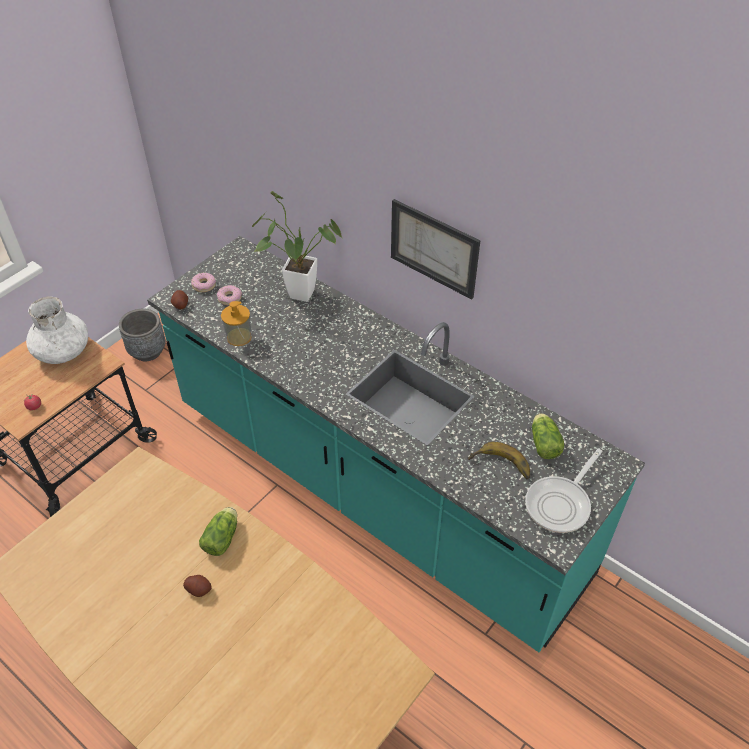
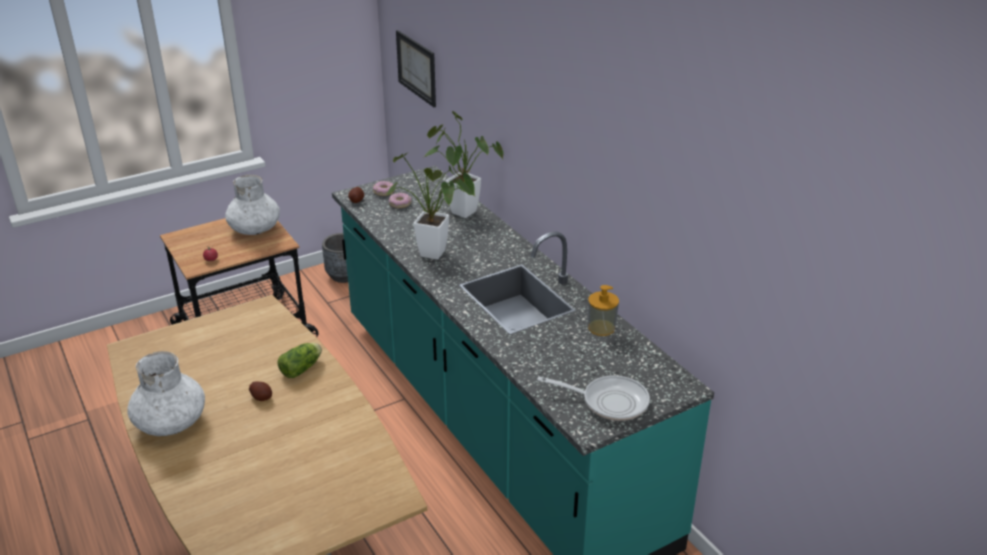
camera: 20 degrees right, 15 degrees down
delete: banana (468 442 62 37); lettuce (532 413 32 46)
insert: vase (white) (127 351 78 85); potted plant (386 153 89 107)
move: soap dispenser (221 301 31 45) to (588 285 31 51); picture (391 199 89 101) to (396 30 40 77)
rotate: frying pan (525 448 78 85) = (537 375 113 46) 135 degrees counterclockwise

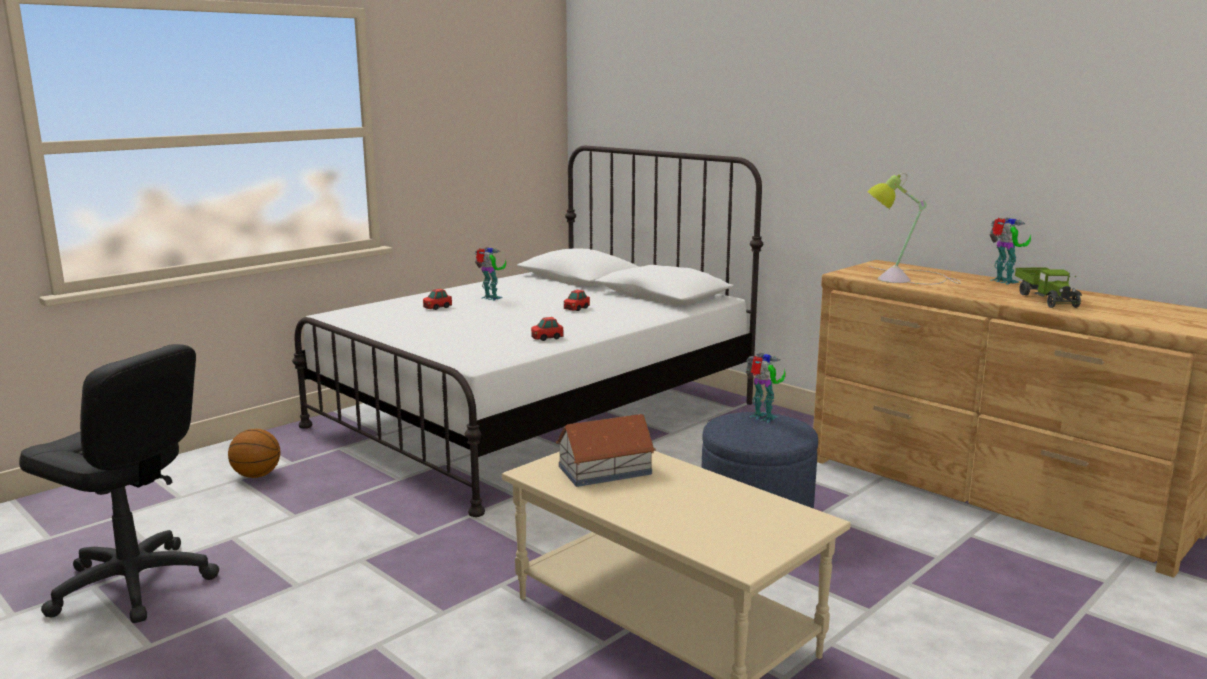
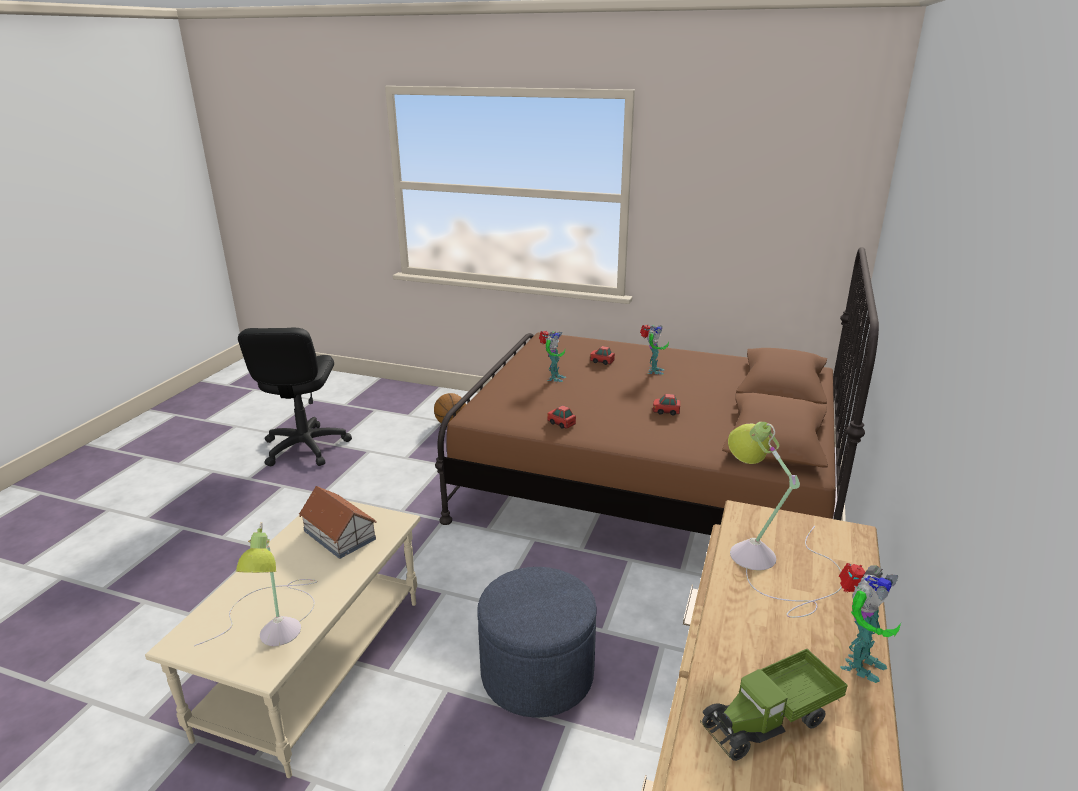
camera: 65 degrees right, 10 degrees up
insert: table lamp (194 522 124 124)
move: toy robot (746 353 39 70) to (539 330 27 52)
recolor: bed (white) (292 146 471 371) to bed (brown) (435 247 444 288)

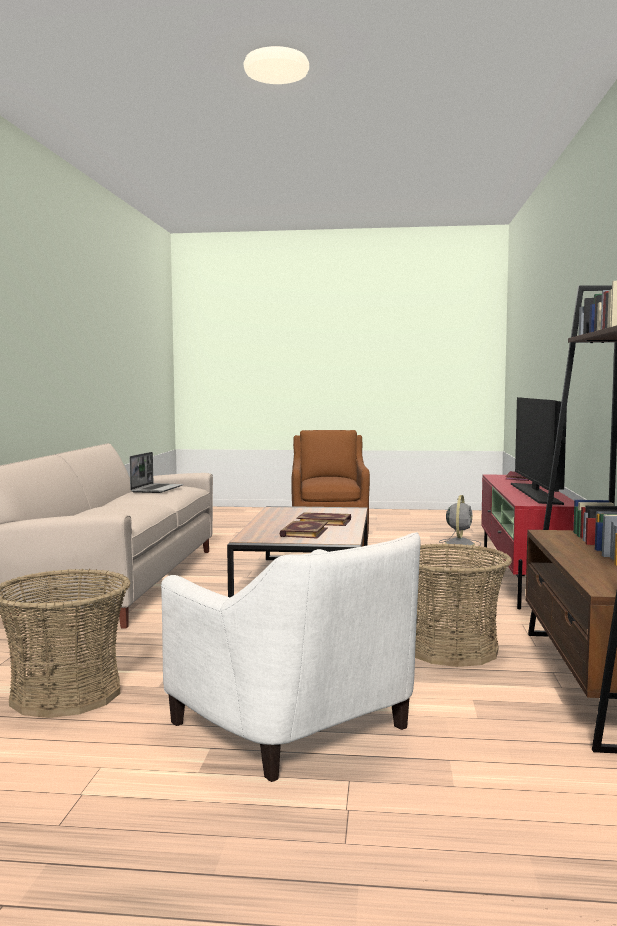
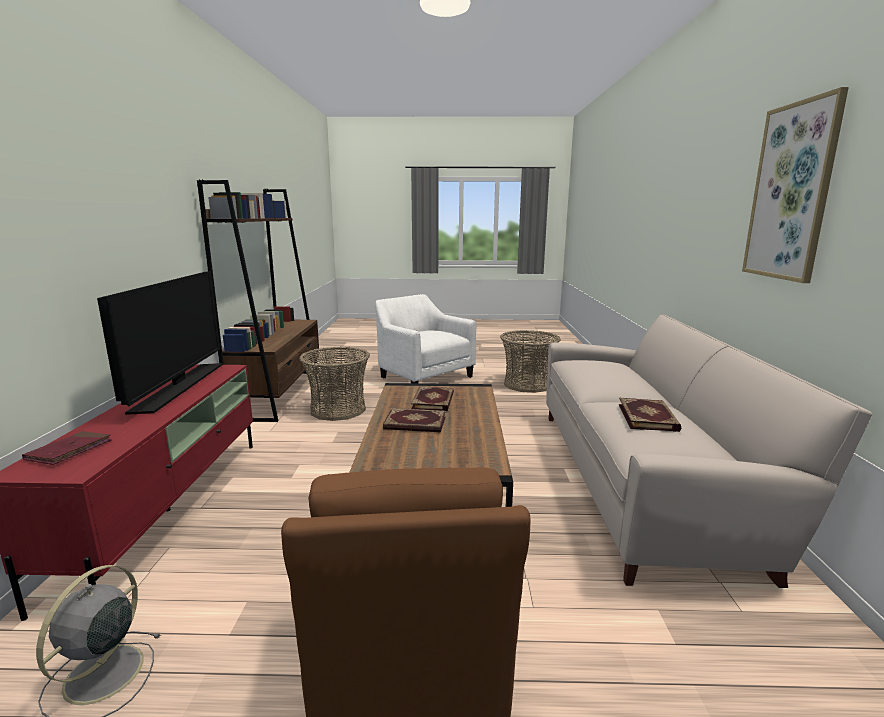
camera: 175 degrees right, 10 degrees up
insert: picture (742 87 107 196)
replace: laptop (130 452 53 41) to book (619 398 63 34)

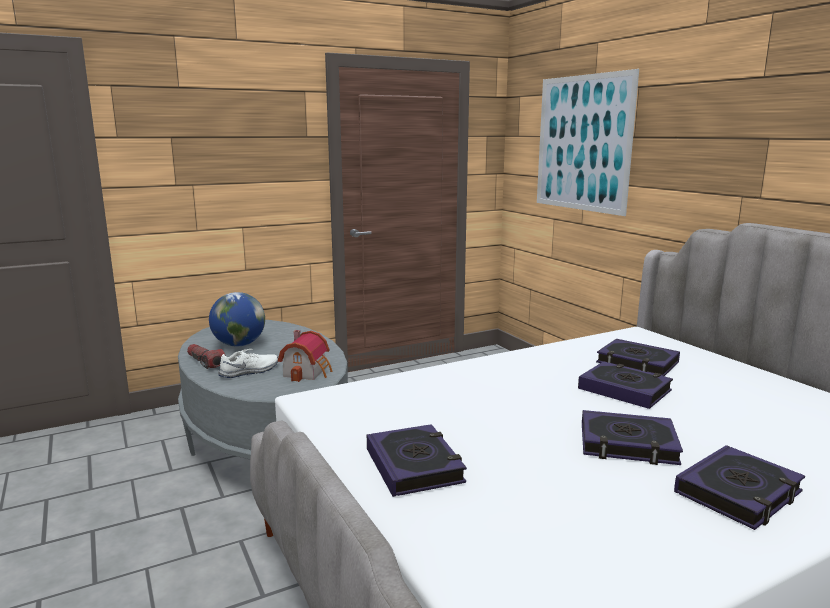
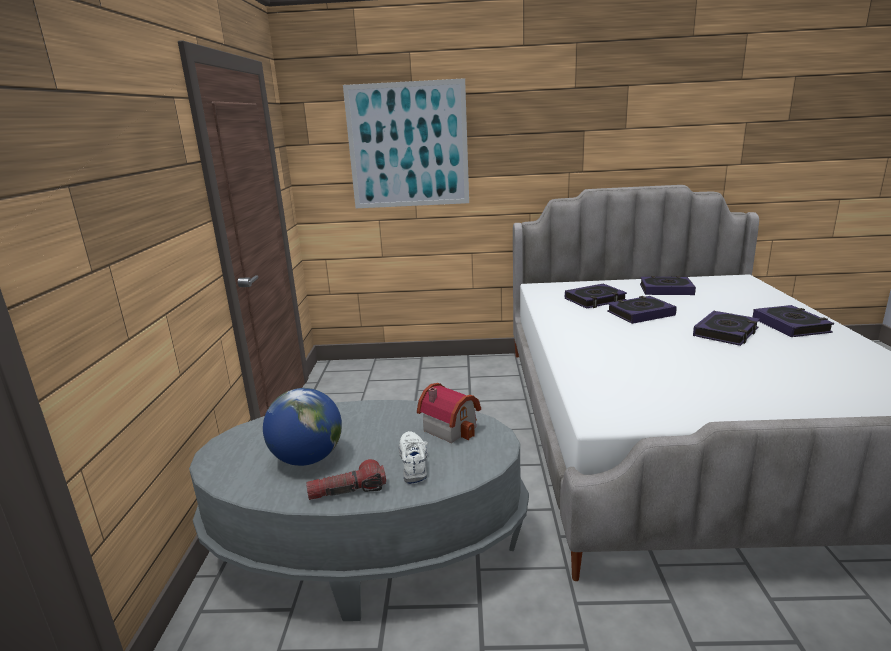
camera: 60 degrees left, 5 degrees up
move: book (367 424 100 73) to (640 276 56 19)

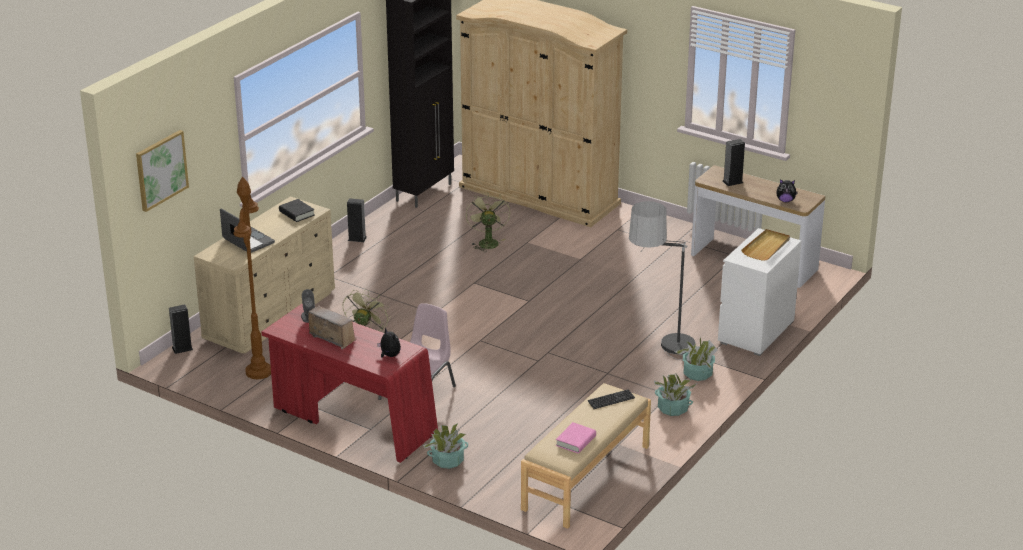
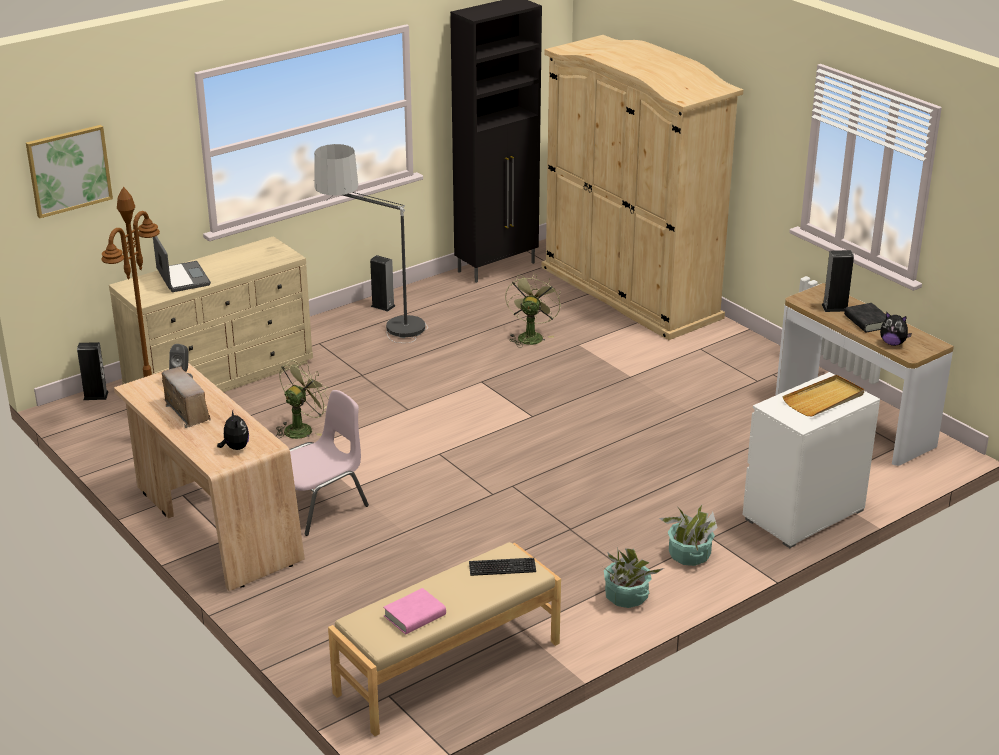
camera: 20 degrees right, 0 degrees up
delete: potted plant (423 423 45 46)
move: book (black) (279 199 36 23) to (844 303 42 29); floor lamp (629 201 66 159) to (313 144 115 199)
recolor: desk (red) (261 304 177 159) to desk (beige) (114 363 191 228)

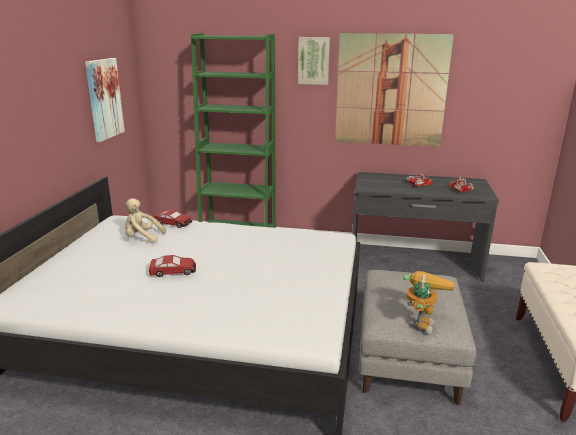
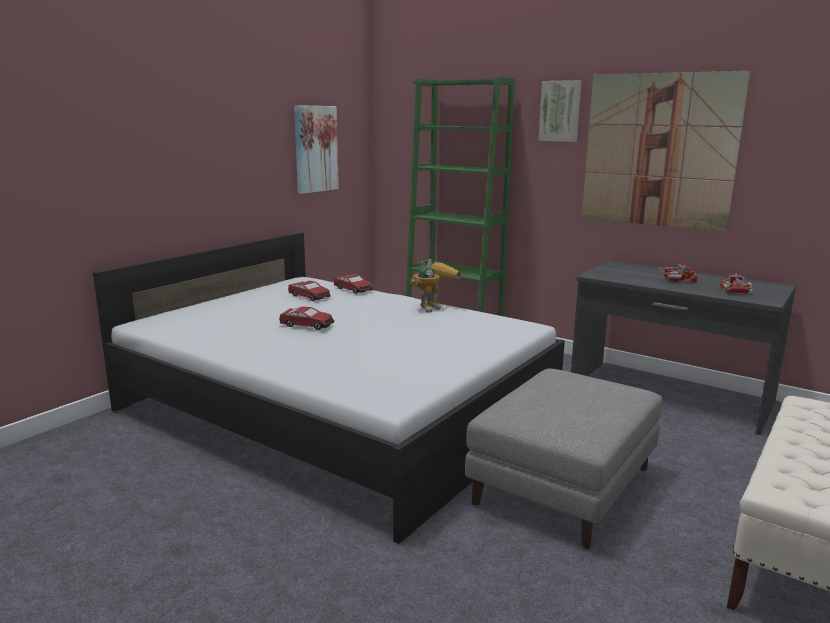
camera: 25 degrees right, 5 degrees down
move: toy robot (403 271 52 63) to (410 259 52 54)
replace: plush toy (beige) (125 198 41 45) to toy car (288 281 42 20)

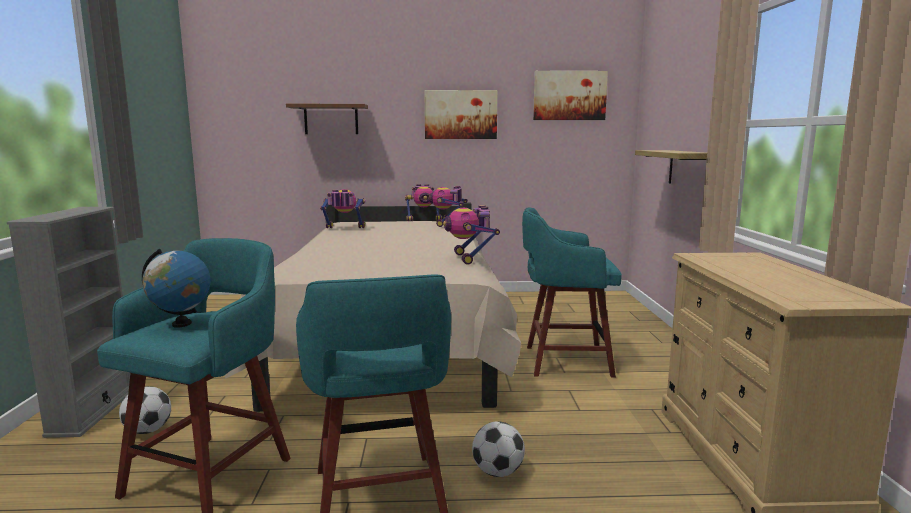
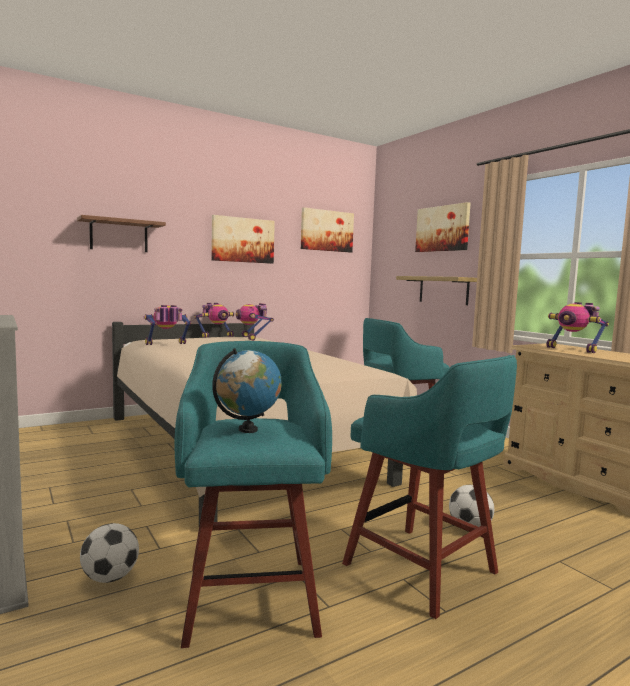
camera: 30 degrees left, 5 degrees down
insert: picture (415 202 56 50)
move: toy robot (443 205 57 60) to (547 302 62 51)

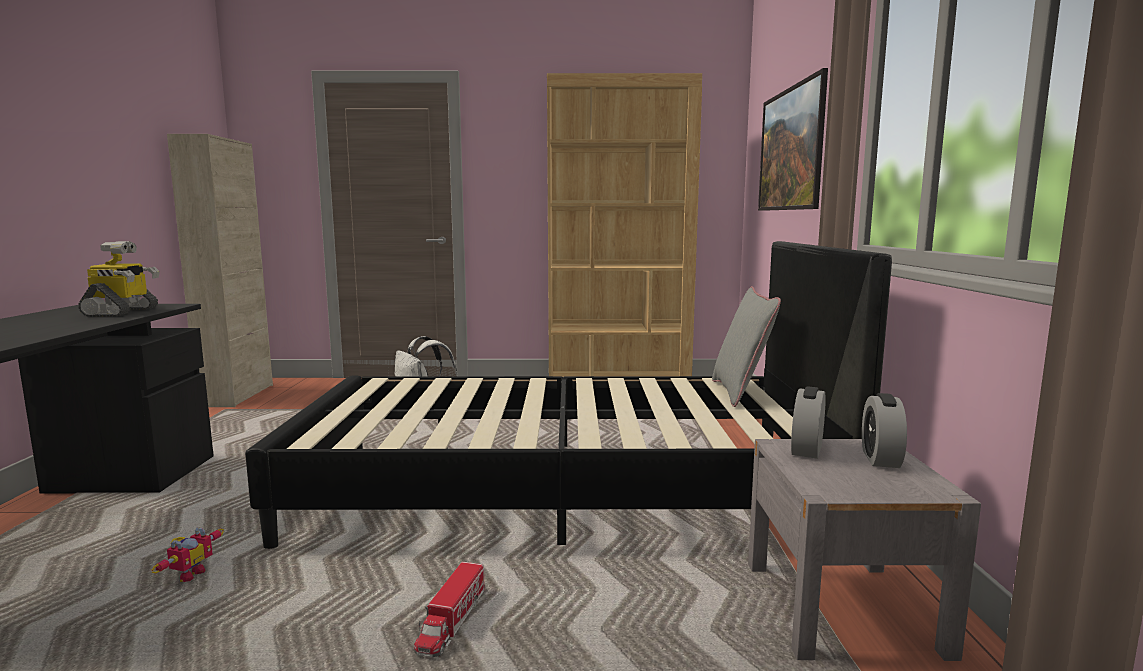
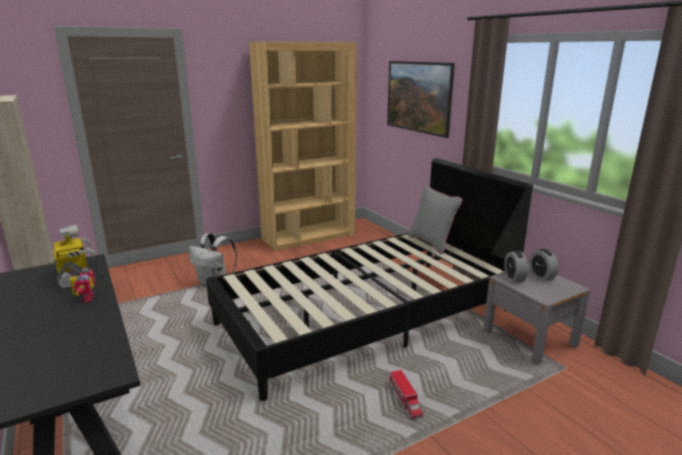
camera: 30 degrees left, 10 degrees up
move: toy robot (152 528 72 54) to (69 268 27 34)

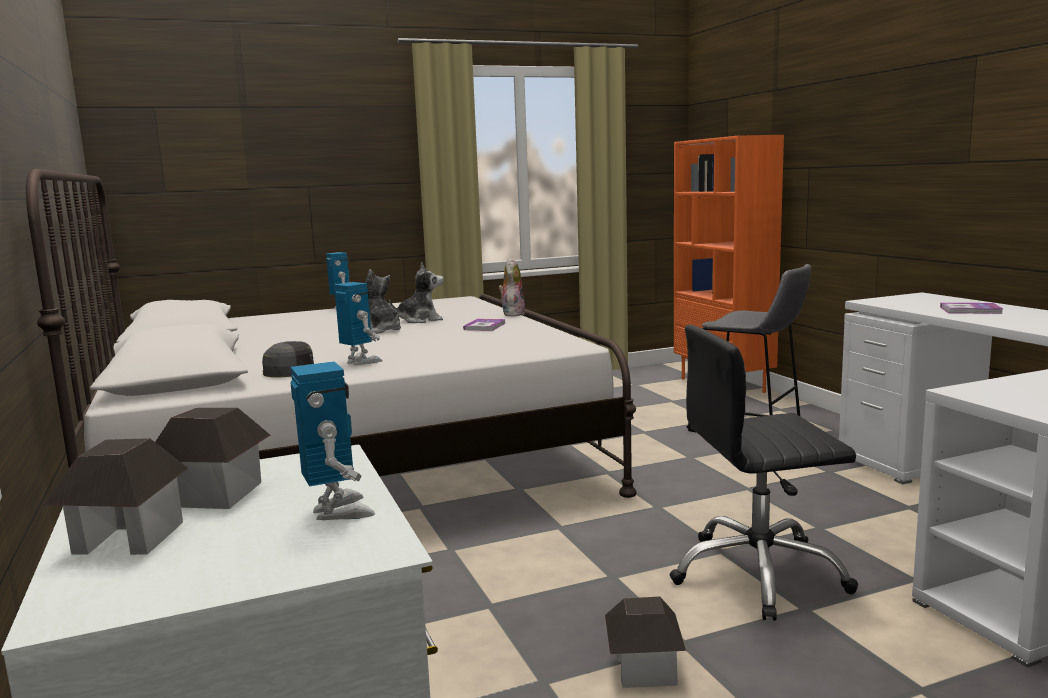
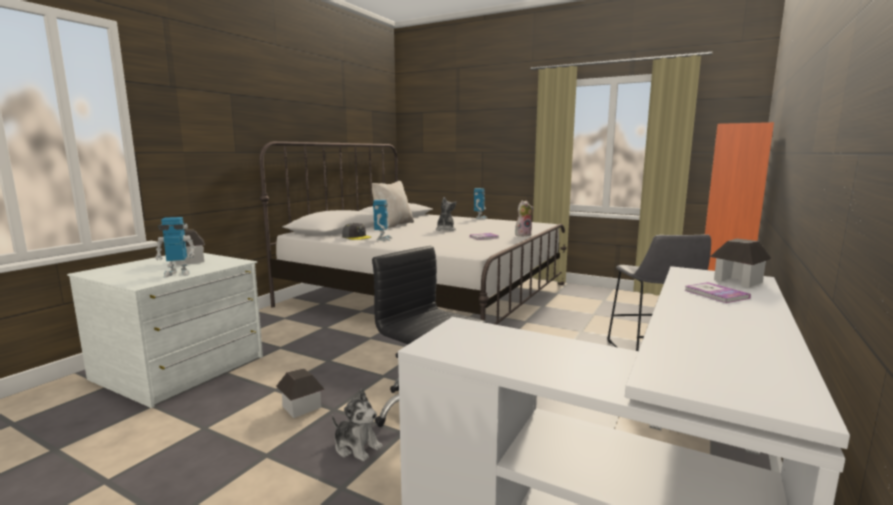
camera: 50 degrees right, 0 degrees up
insert: pillow (beige) (372 181 42 47)
move: toy house (43 438 145 117) to (710 239 62 49); plush toy (389 262 55 61) to (332 389 51 73)
rotate: toy robot (291 361 84 159) = (155 217 40 60) 45 degrees clockwise

